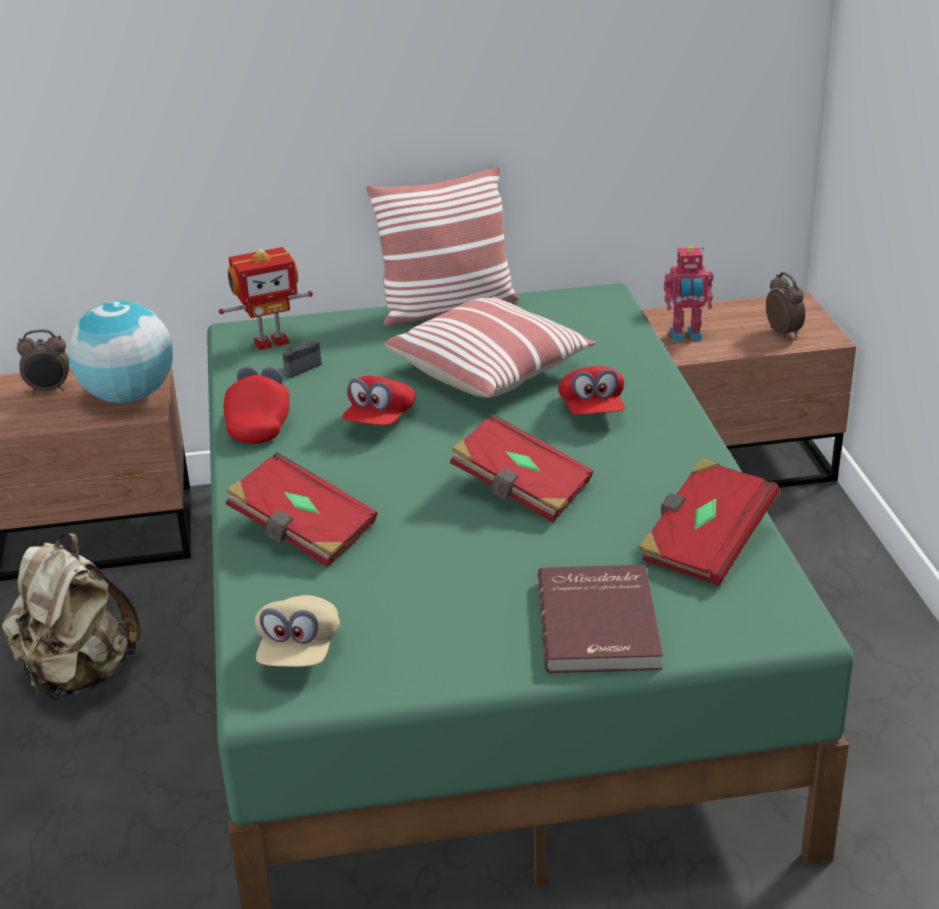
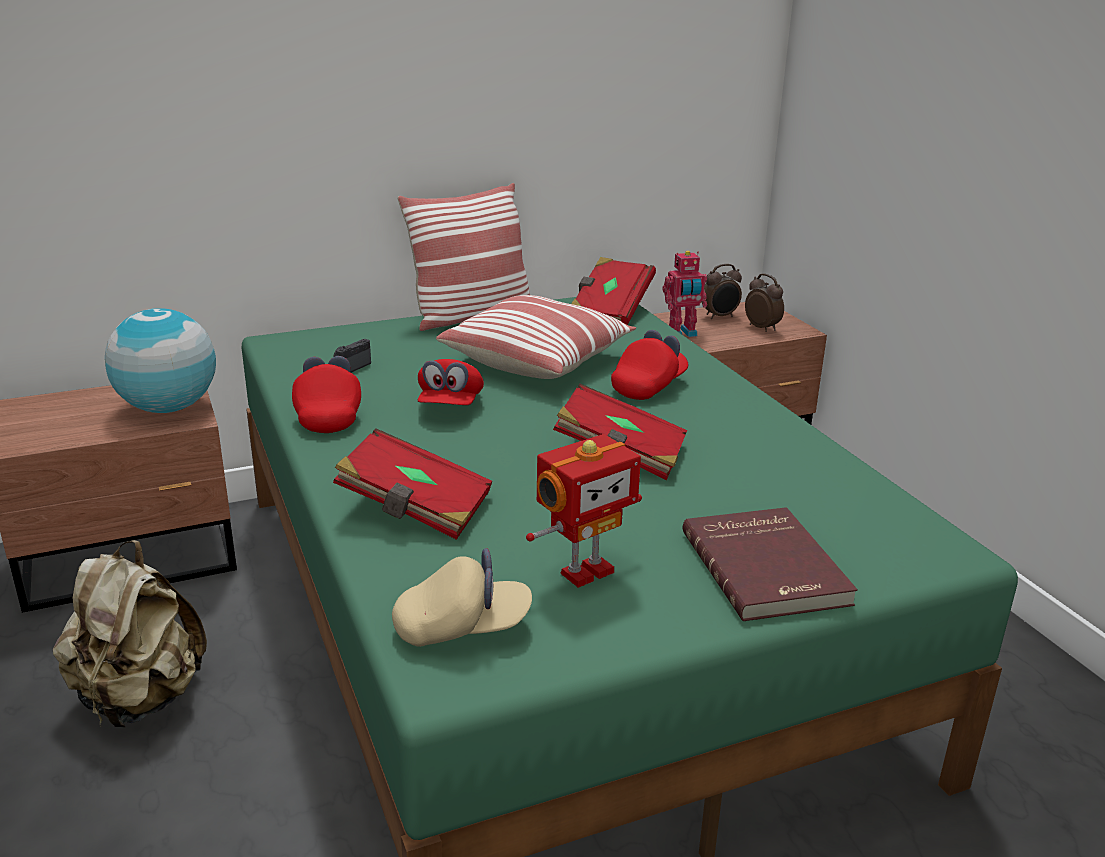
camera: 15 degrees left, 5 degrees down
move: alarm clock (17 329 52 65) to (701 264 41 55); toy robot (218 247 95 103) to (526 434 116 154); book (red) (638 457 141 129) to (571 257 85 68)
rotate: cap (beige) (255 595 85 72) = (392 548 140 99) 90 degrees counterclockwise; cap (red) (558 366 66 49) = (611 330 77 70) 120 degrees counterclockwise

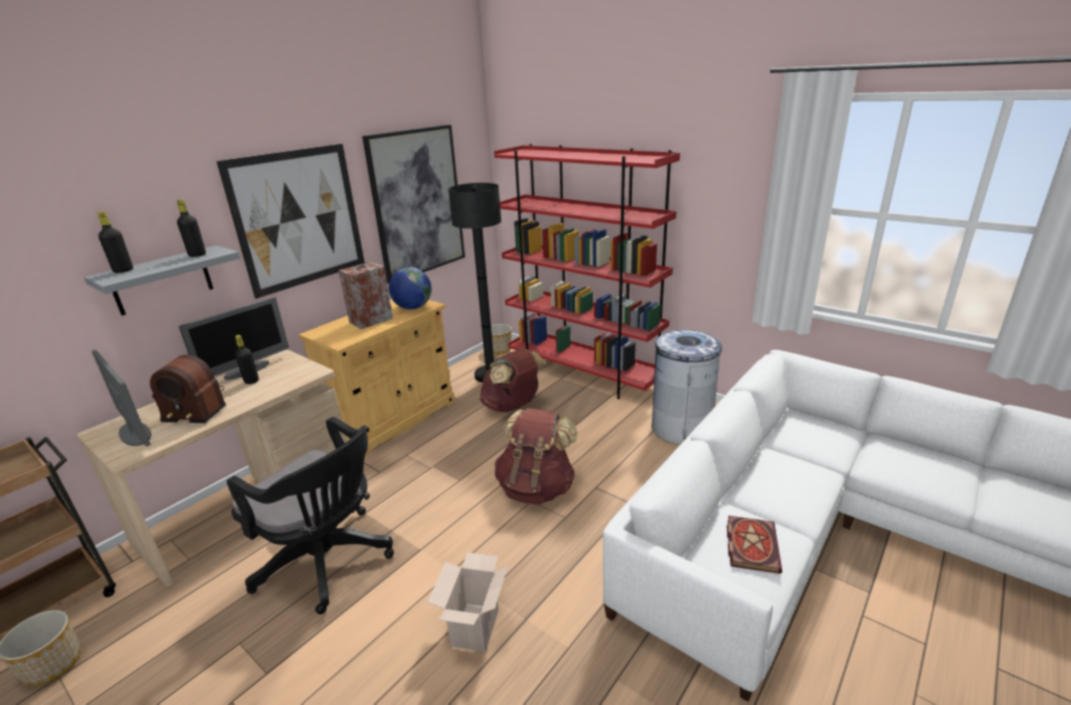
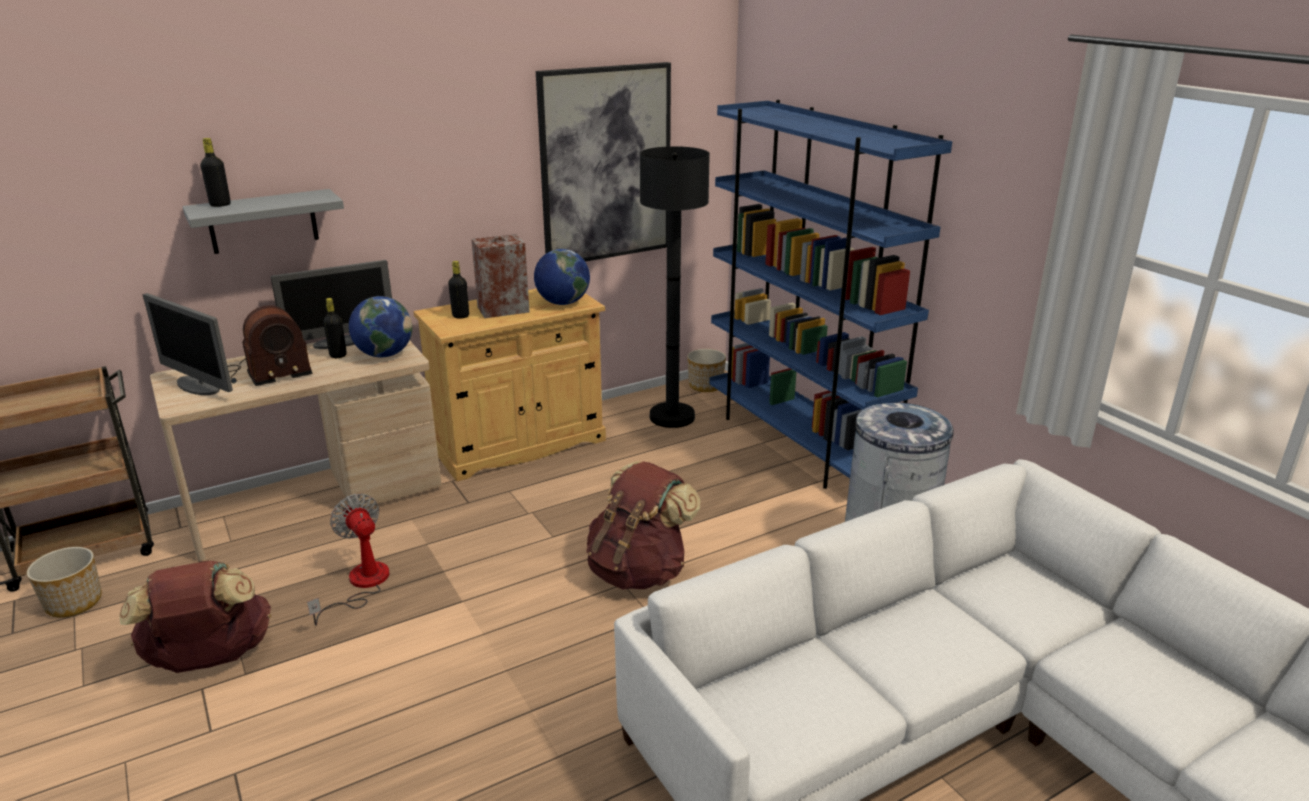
camera: 20 degrees right, 0 degrees up
delete: picture (216 144 149 155); cardboard box (428 552 80 100); book (727 516 55 58)
insert: globe (349 296 63 61)
move: bottle (black) (177 199 29 58) to (448 261 21 58); backpack (brown) (480 349 66 63) to (120 560 151 113)
replace: office chair (black) (227 417 167 197) to fan (307 493 82 133)
recolor: bookcase (red) (494 144 186 255) to bookcase (blue) (709 100 243 389)
rotate: monitor (92 350 59 97) = (143 293 90 102) 150 degrees clockwise; radio (150 355 76 68) = (228 305 84 81) 60 degrees counterclockwise

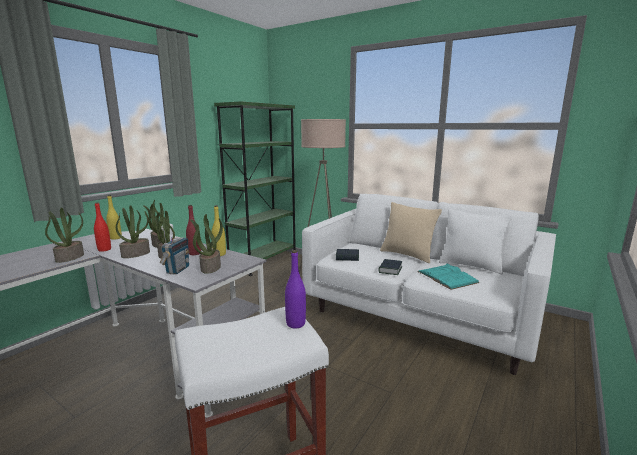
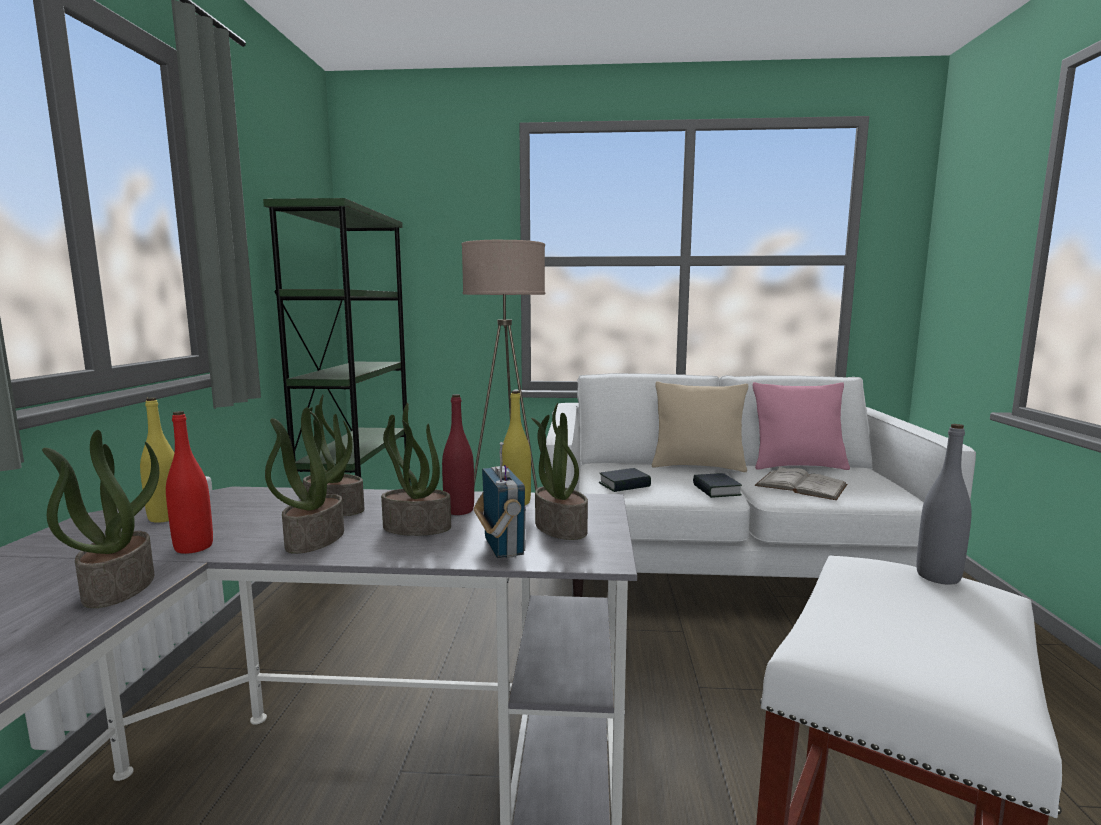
camera: 30 degrees left, 5 degrees down
recolor: bottle (purple) (285 250 21 78) to bottle (grey) (916 424 56 161); book (turquoise) (417 263 63 27) to book (white) (754 466 93 34); pillow (white) (439 209 73 65) to pillow (pink) (753 382 97 88)

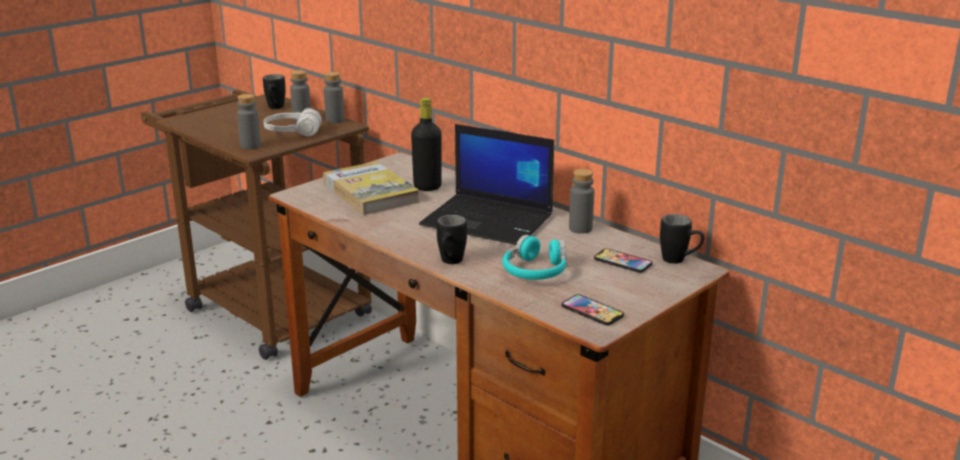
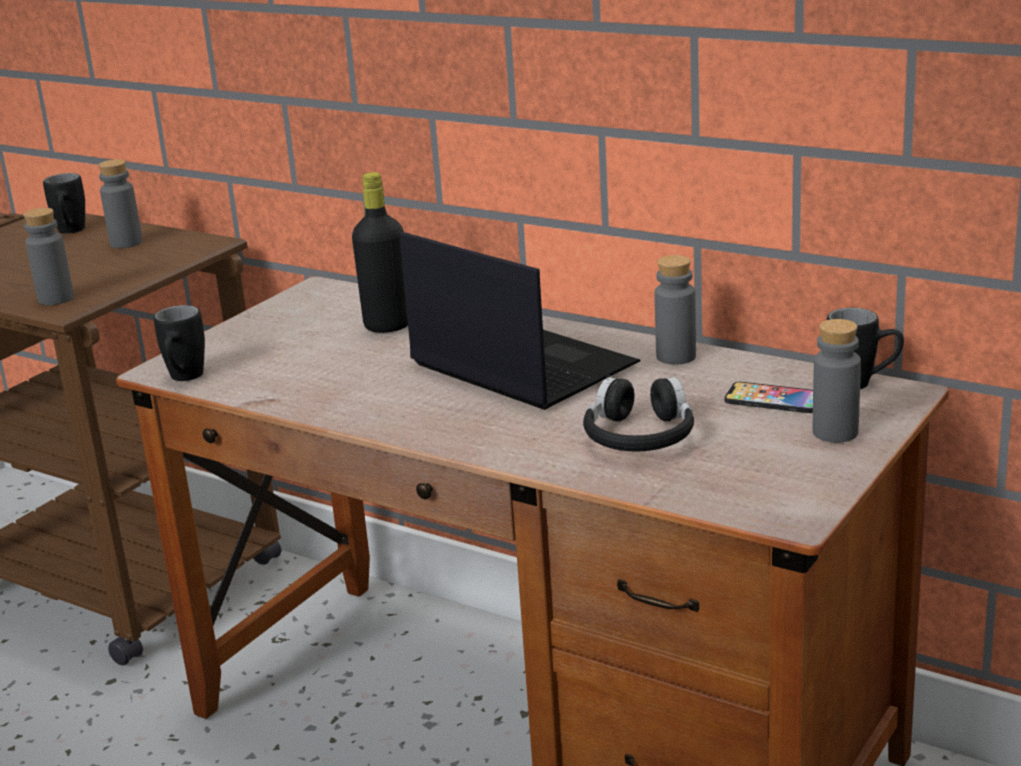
camera: 10 degrees left, 0 degrees up
delete: headphones (white) (264 108 58 28); book (323 161 97 54); phone (562 294 62 32)
move: bottle (grey) (324 72 21 51) to (813 319 48 124); mug (black) (437 215 30 49) to (154 305 51 76)
recolor: headphones (turquoise) (503 235 63 45) to headphones (black) (583 377 111 74)
rotate: laptop (419 124 135 121) = (400 232 240 178) 150 degrees counterclockwise

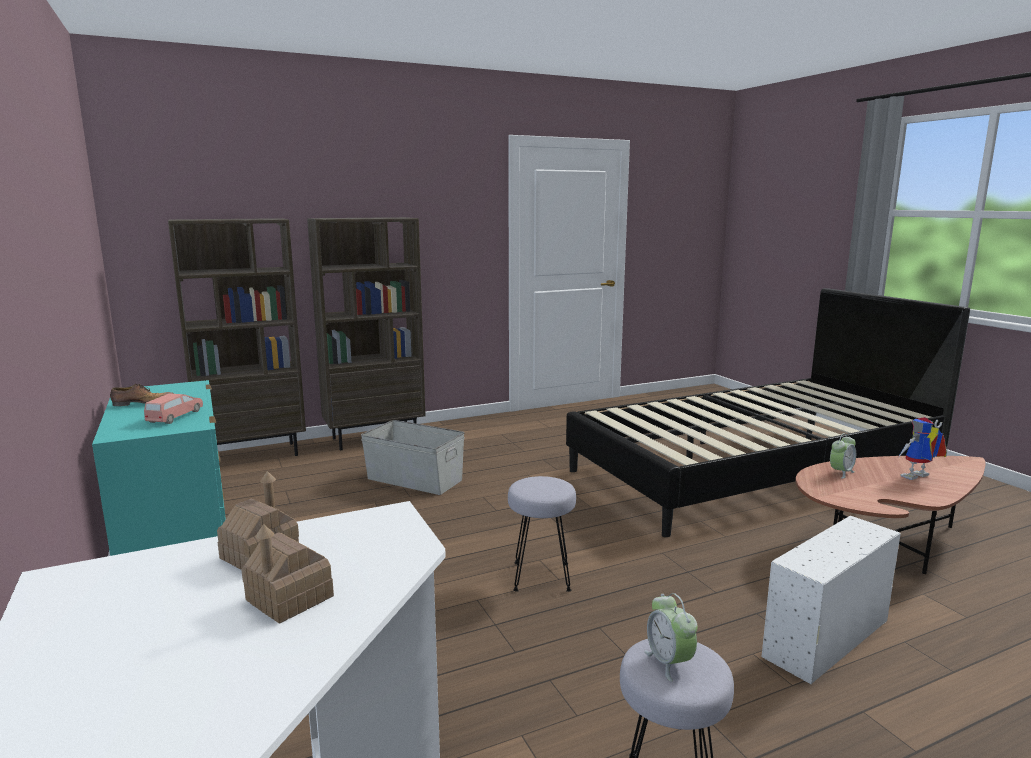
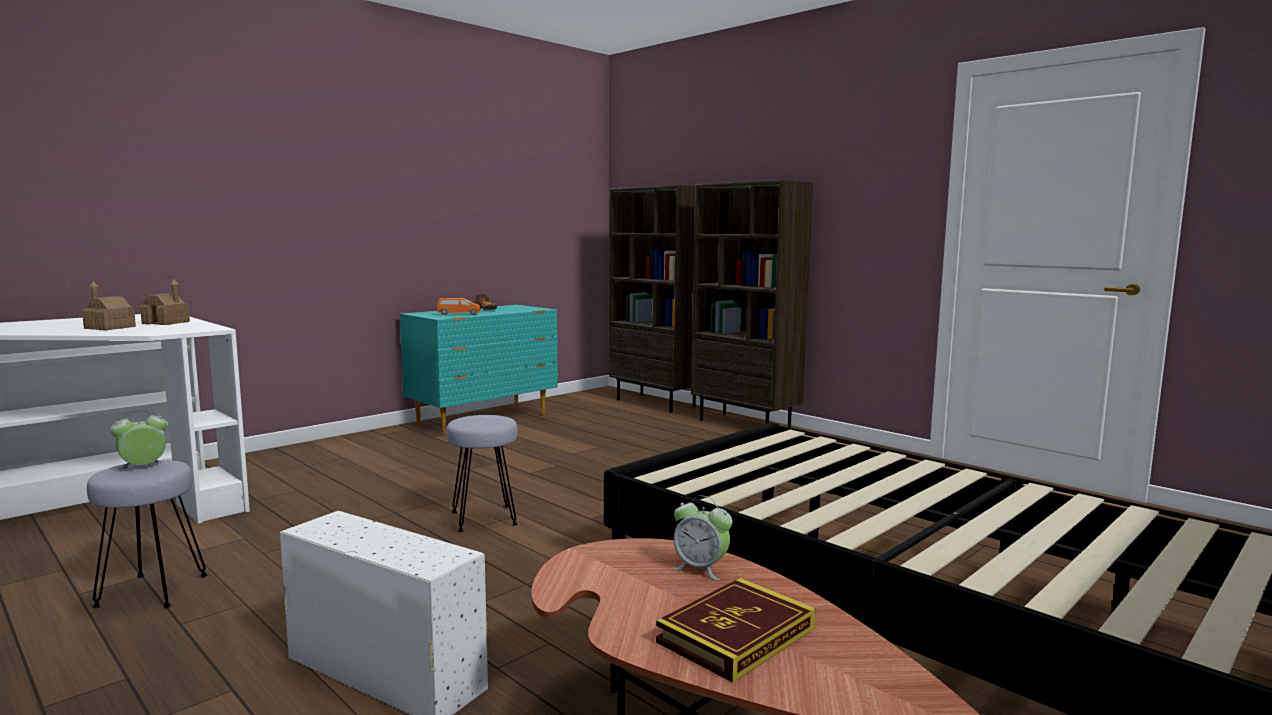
camera: 70 degrees right, 5 degrees down
delete: storage box (grey) (361 420 104 75)
replace: toy robot (897 417 50 63) to book (656 578 160 105)
recolor: toy car (pink) (144 393 59 31) to toy car (orange) (437 298 44 17)

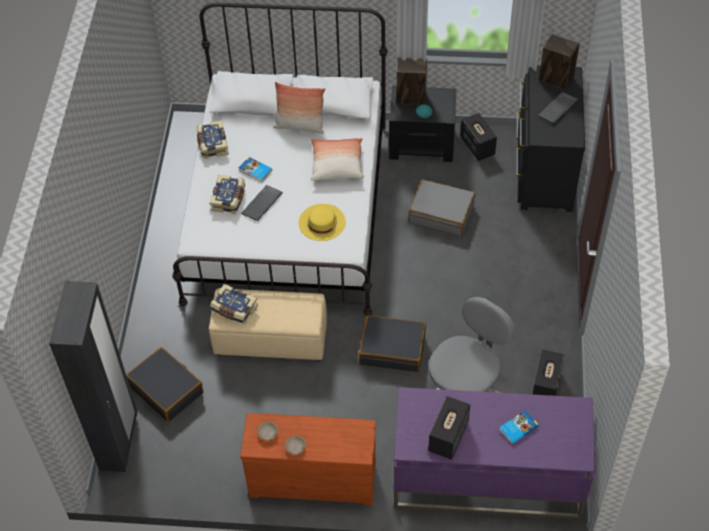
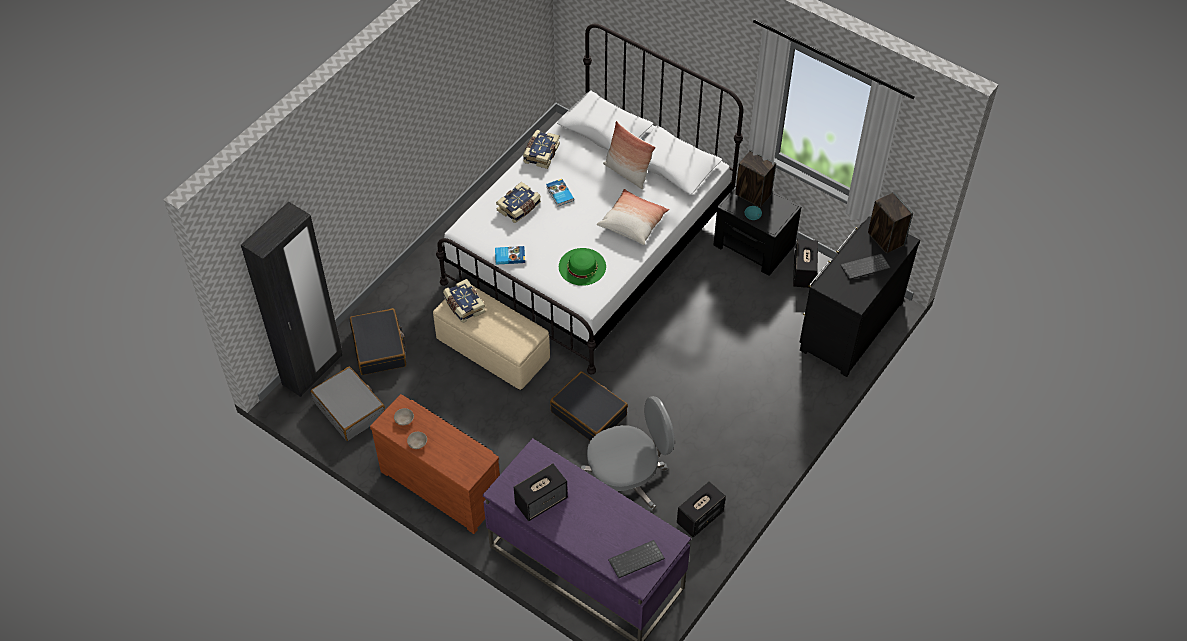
camera: 30 degrees right, 0 degrees up
move: keyboard (241 185 42 36) to (608 540 57 38); suitcase (grey) (409 179 66 57) to (311 367 74 74); book (499 410 40 34) to (495 246 30 19)
recolor: hat (yellow) (299 204 47 37) to hat (green) (559 248 47 38)

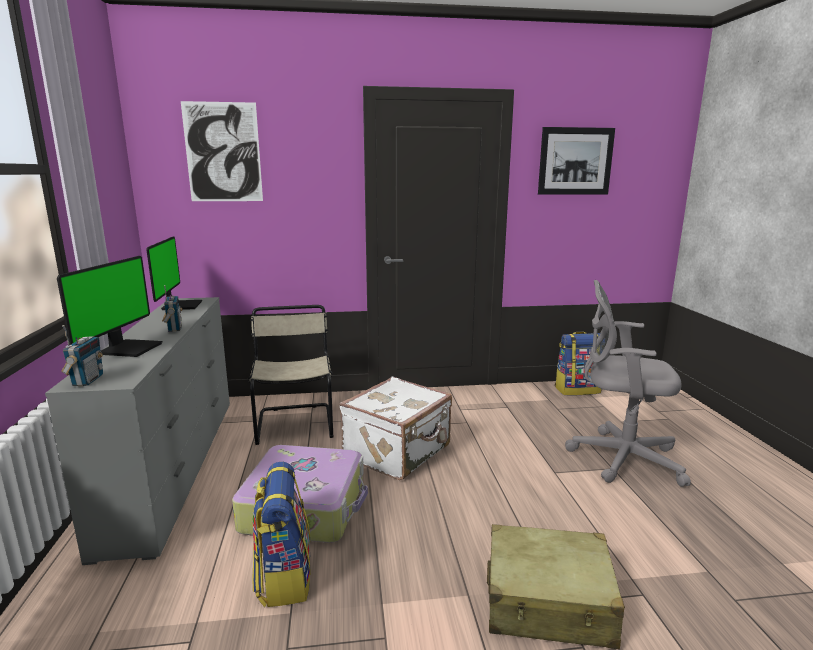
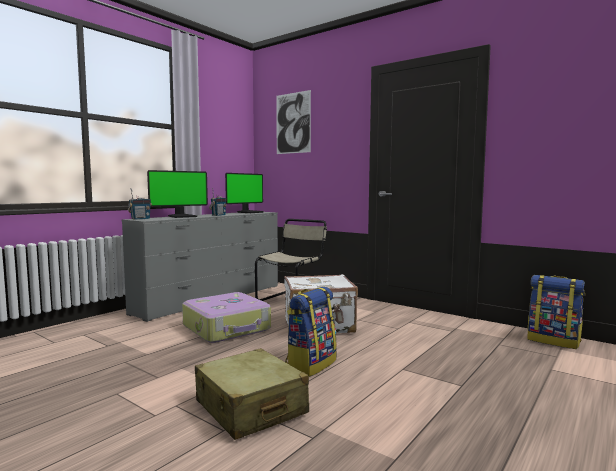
camera: 45 degrees right, 10 degrees down
delete: picture (538 127 77 68); office chair (grey) (565 280 126 207)
move: backpack (252 462 59 145) to (285 287 52 90)

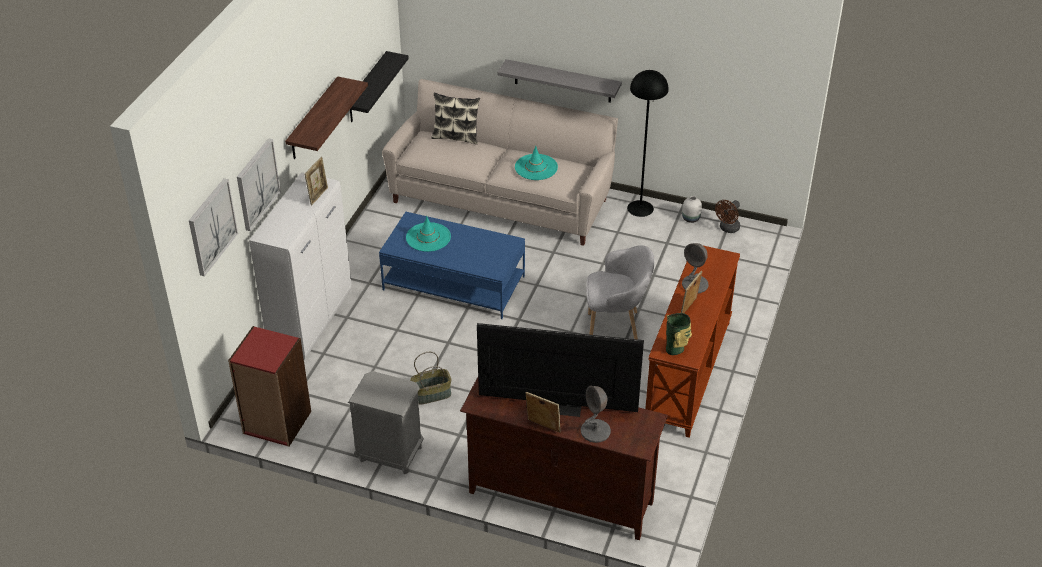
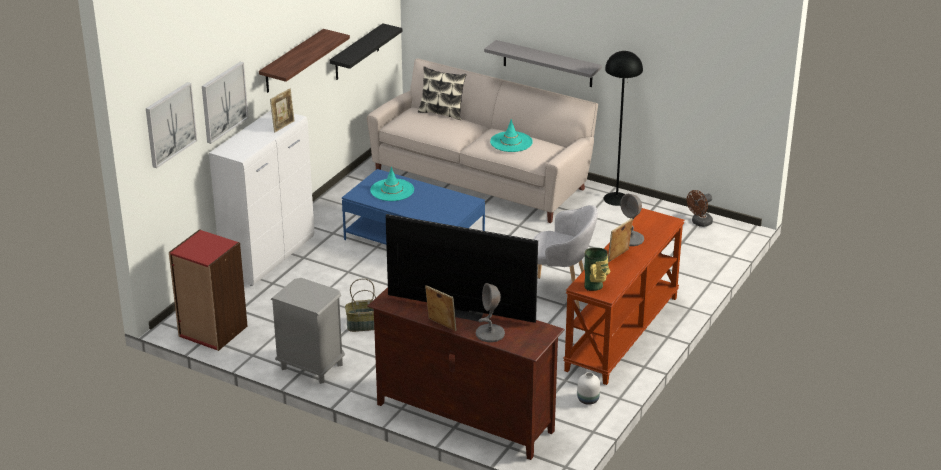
camera: 10 degrees right, 10 degrees down
move: vase (white) (682 196 20 27) to (577 372 23 33)

